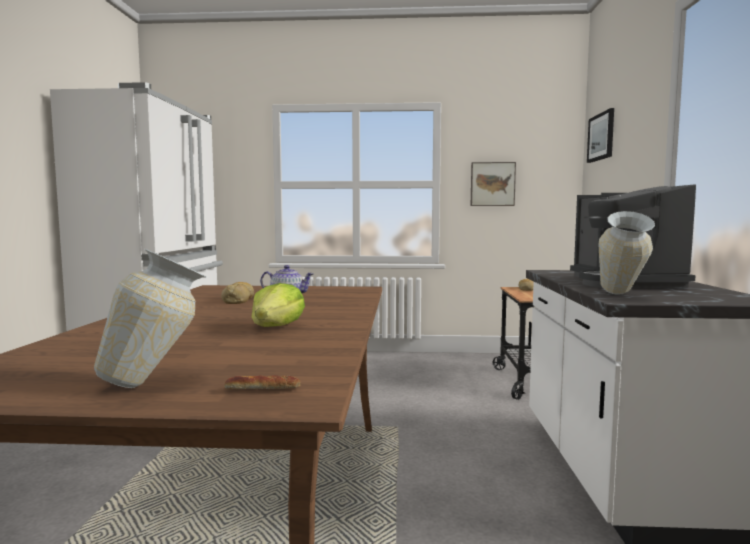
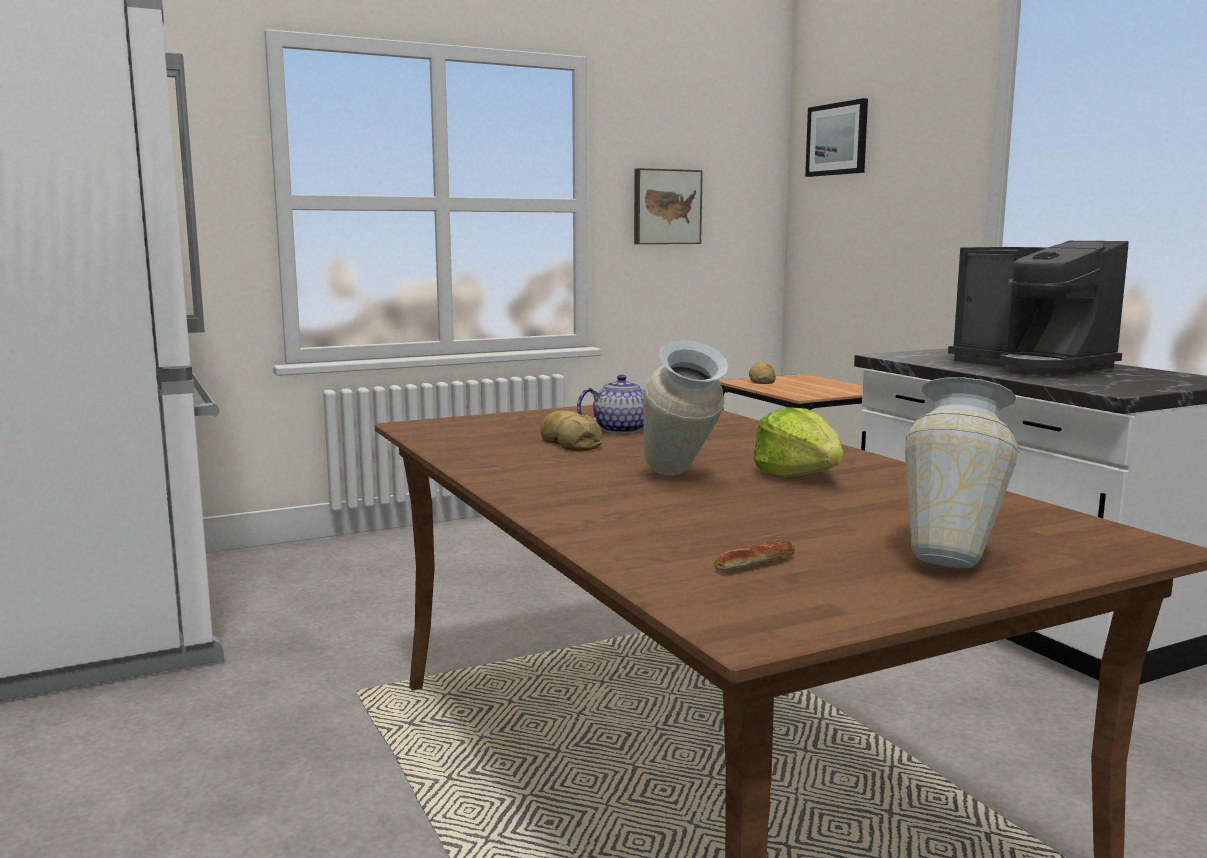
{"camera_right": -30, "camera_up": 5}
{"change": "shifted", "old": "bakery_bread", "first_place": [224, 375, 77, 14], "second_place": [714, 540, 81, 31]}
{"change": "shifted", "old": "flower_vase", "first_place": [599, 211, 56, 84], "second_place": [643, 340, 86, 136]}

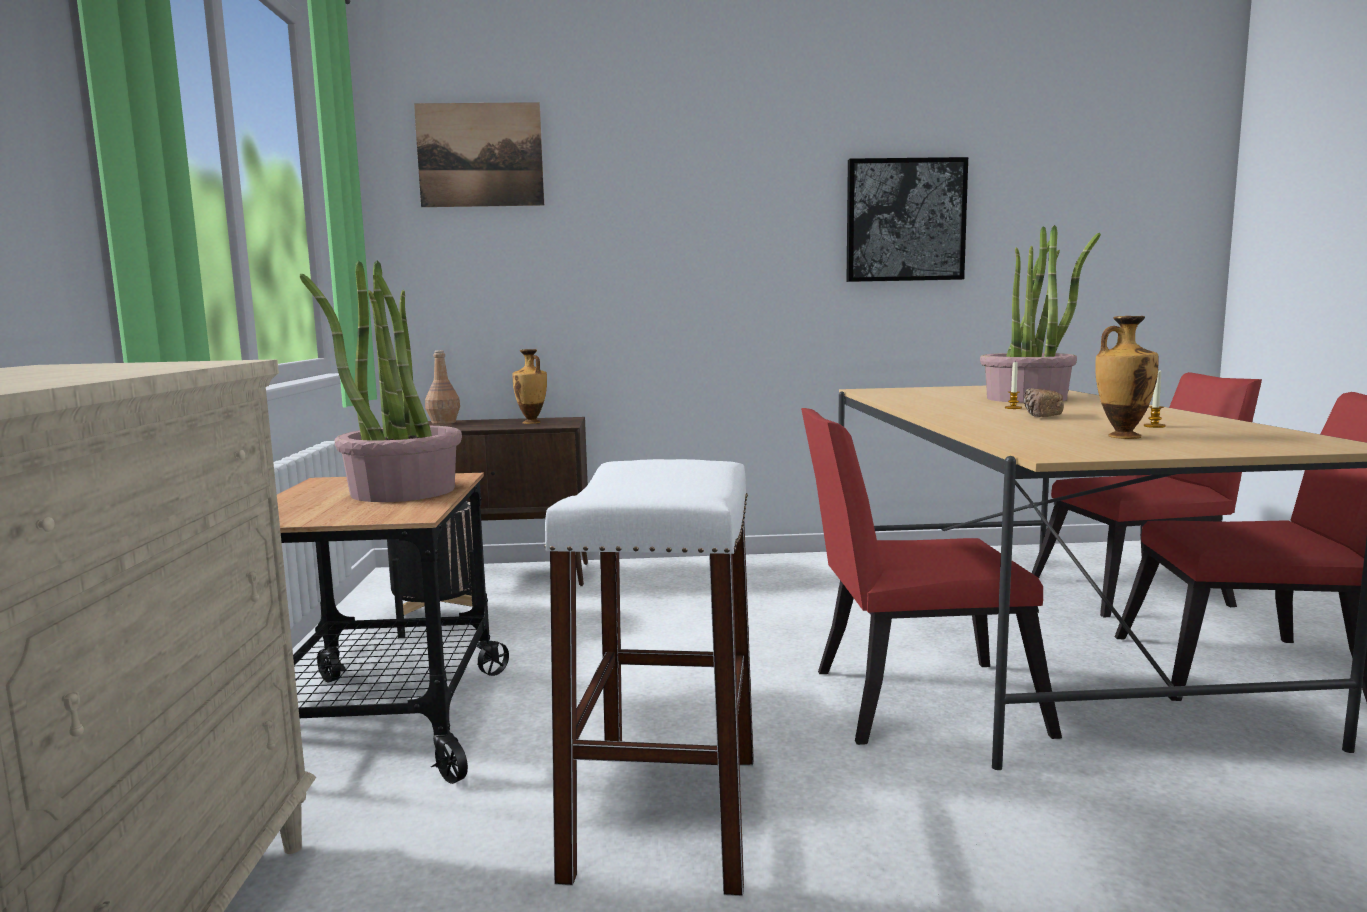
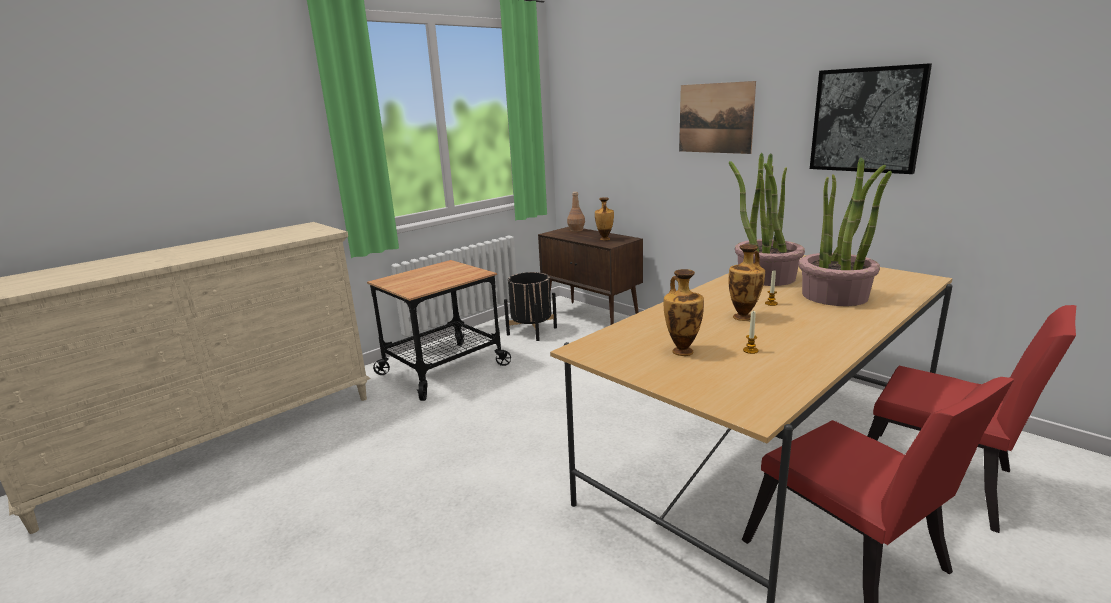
{"camera_right": 50, "camera_up": 10}
{"change": "gone", "old": "whitish_sitting_stool", "first_place": [544, 459, 210, 437]}
{"change": "gone", "old": "red-coloured_upright_chair", "first_place": [801, 408, 261, 337]}
{"change": "shifted", "old": "plant_in_a_pot", "first_place": [300, 261, 162, 241], "second_place": [729, 153, 76, 133]}
{"change": "shifted", "old": "wall_picture", "first_place": [414, 102, 130, 105], "second_place": [679, 81, 77, 73]}
{"change": "swapped", "old": "bakery_bread", "new": "flower_vase", "first_place": [1023, 388, 41, 29], "second_place": [728, 244, 37, 77]}

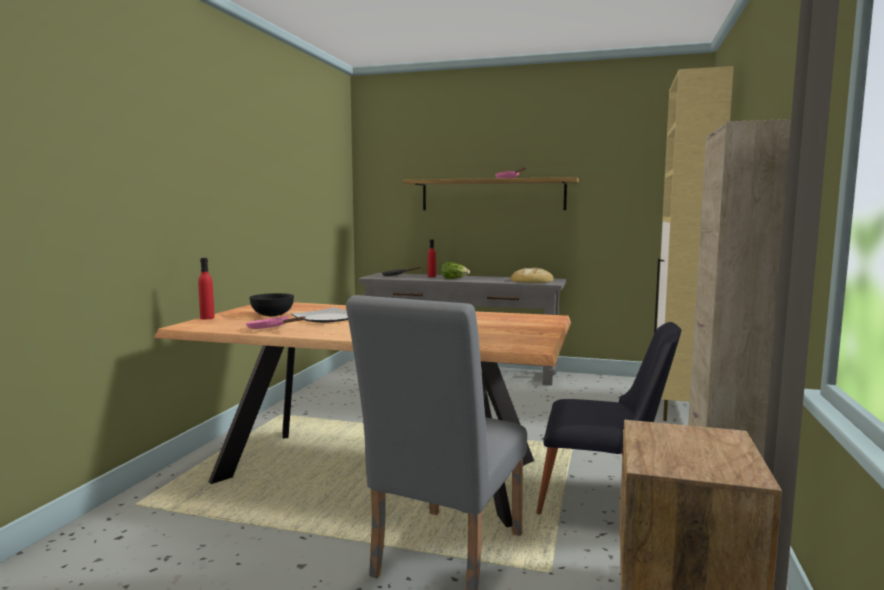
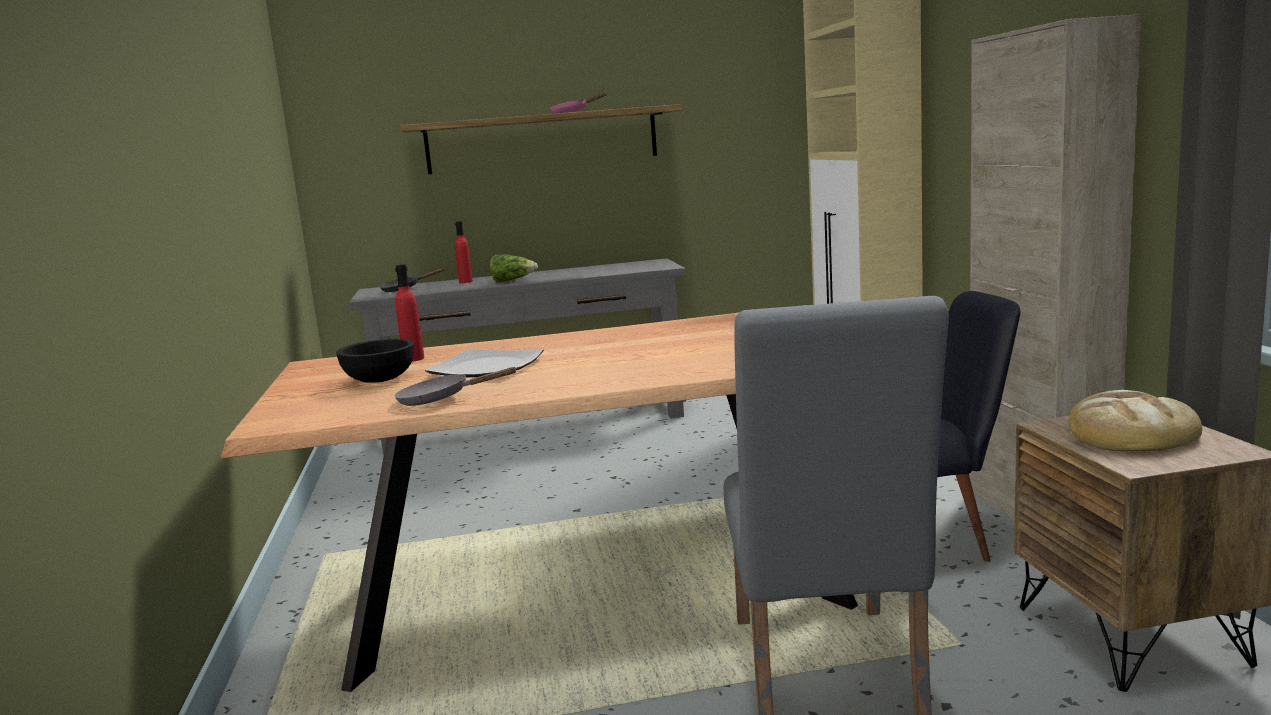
{"camera_right": -25, "camera_up": 5}
{"change": "shifted", "old": "red-coloured_bottle", "first_place": [198, 258, 17, 61], "second_place": [395, 264, 29, 98]}
{"change": "shifted", "old": "bakery_bread", "first_place": [511, 268, 43, 15], "second_place": [1069, 390, 133, 61]}
{"change": "repainted", "old": "pinkish_pan", "new": "grey_pan", "first_place": [246, 316, 60, 13], "second_place": [395, 367, 122, 39]}

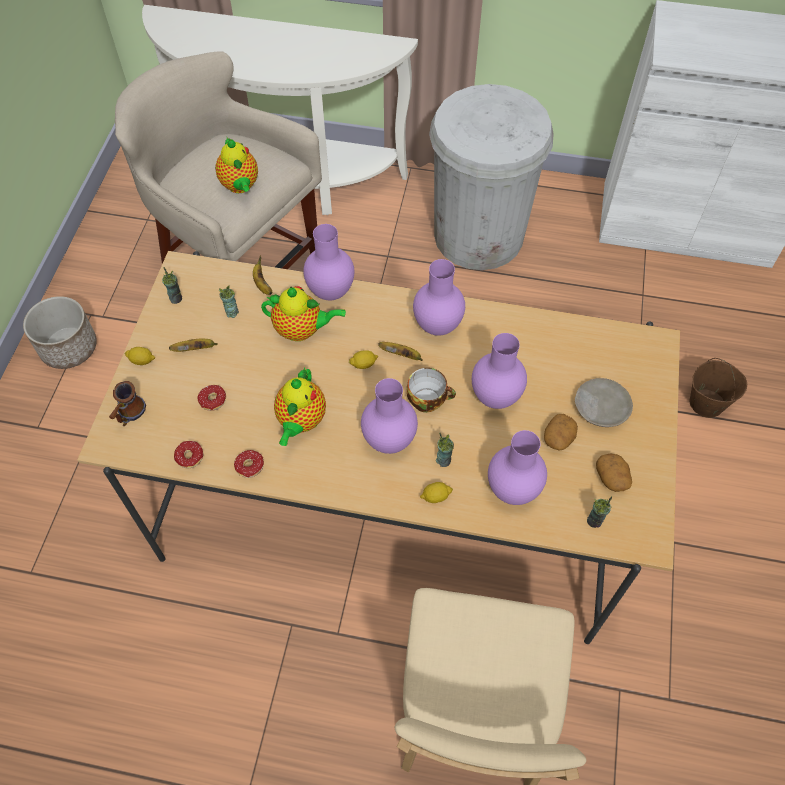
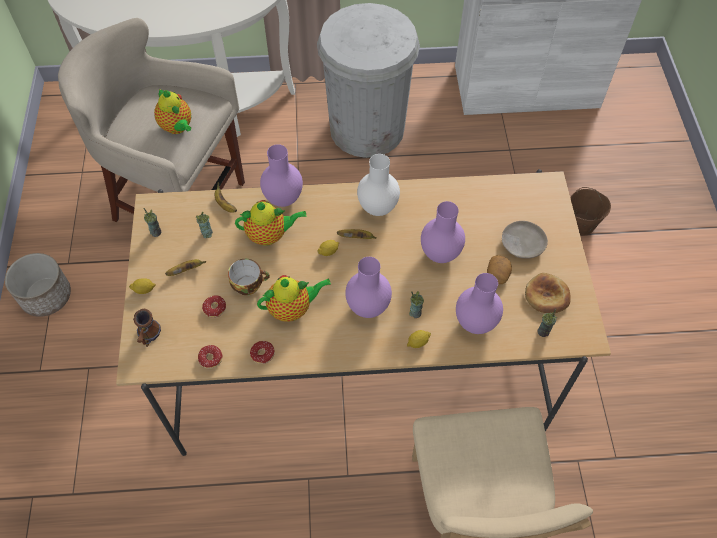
{"camera_right": -15, "camera_up": 0}
{"change": "shifted", "old": "cup", "first_place": [407, 368, 49, 45], "second_place": [228, 259, 42, 37]}
{"change": "swapped", "old": "whole_potato", "new": "bakery_bread", "first_place": [596, 453, 36, 39], "second_place": [525, 273, 45, 40]}
{"change": "repainted", "old": "purple_flower_vase", "new": "whitish_flower_vase", "first_place": [413, 259, 52, 77], "second_place": [357, 154, 43, 62]}
{"change": "rotated", "old": "pot_for_tea", "first_place": [274, 368, 52, 78], "second_place": [257, 275, 74, 47], "degrees": -105}

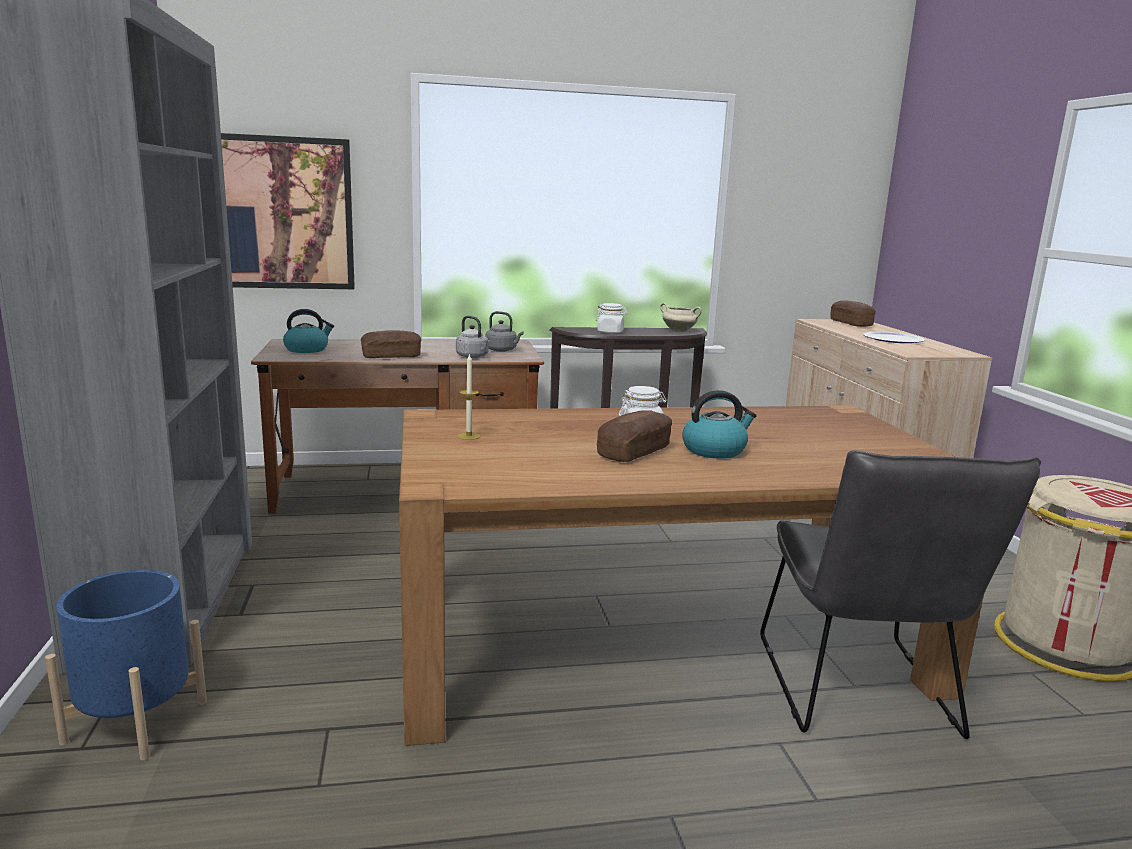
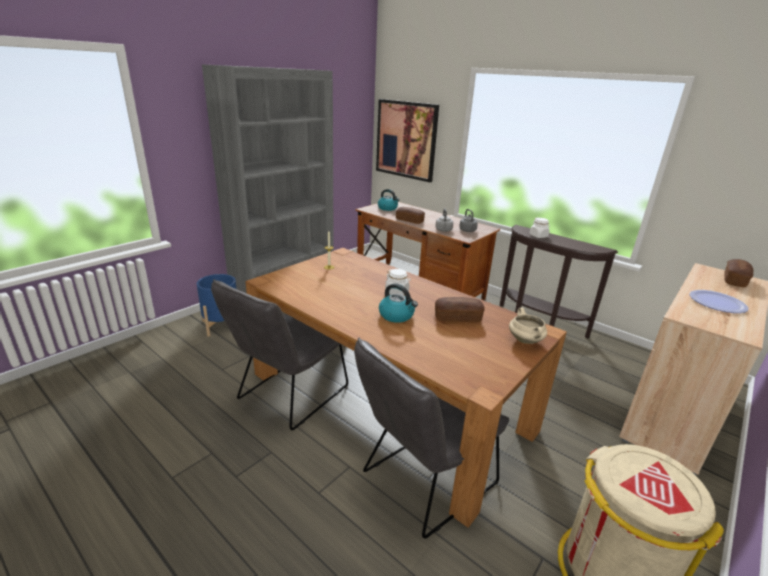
{"camera_right": 50, "camera_up": 10}
{"change": "new", "new": "grey_upright_chair", "second_place": [211, 279, 137, 151]}
{"change": "shifted", "old": "bakery_bread", "first_place": [597, 410, 75, 52], "second_place": [435, 297, 50, 26]}
{"change": "shifted", "old": "beige_cooking_pot", "first_place": [660, 302, 42, 30], "second_place": [509, 308, 38, 36]}

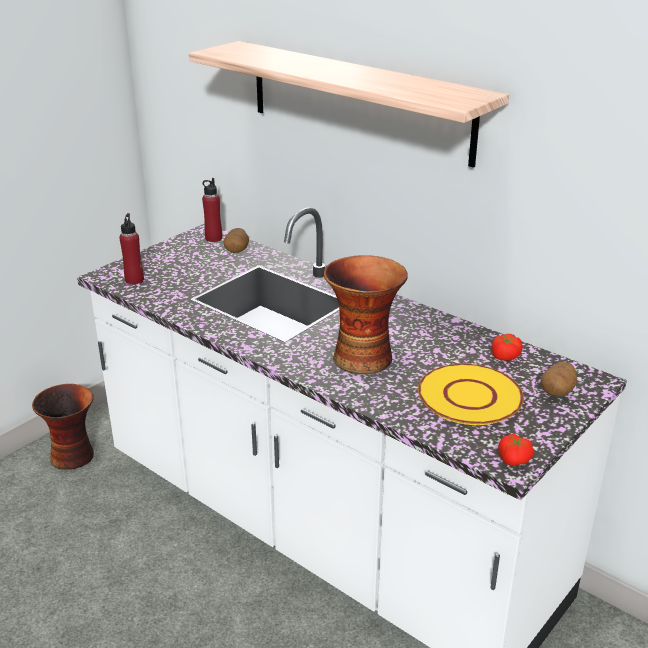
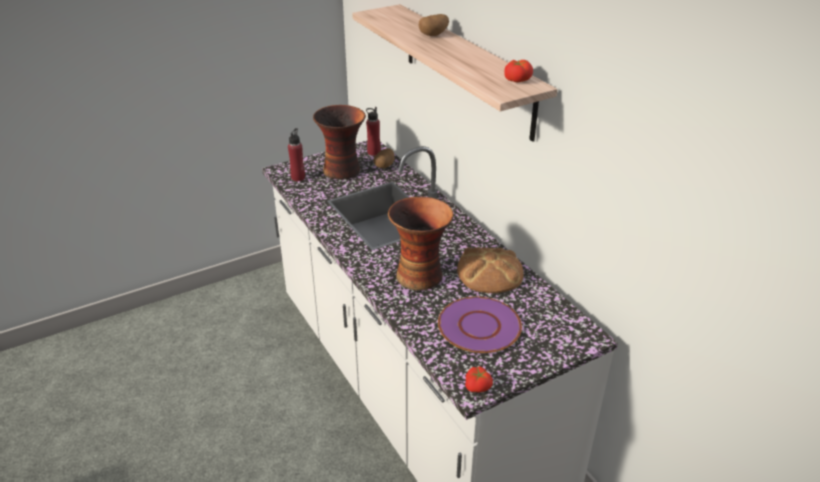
{"camera_right": 20, "camera_up": 5}
{"change": "new", "new": "bakery_bread", "second_place": [457, 247, 66, 46]}
{"change": "shifted", "old": "flower_vase", "first_place": [32, 384, 62, 86], "second_place": [313, 105, 53, 75]}
{"change": "shifted", "old": "whole_tomato", "first_place": [492, 334, 31, 27], "second_place": [504, 60, 29, 22]}
{"change": "shifted", "old": "whole_potato", "first_place": [541, 361, 36, 35], "second_place": [419, 14, 30, 22]}
{"change": "repainted", "old": "yellow-coloured_plate", "new": "purple_plate", "first_place": [418, 364, 106, 61], "second_place": [438, 297, 84, 56]}

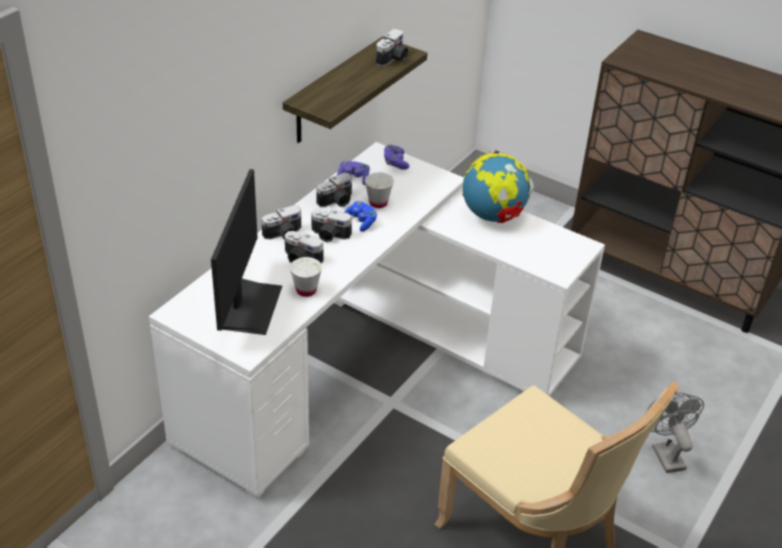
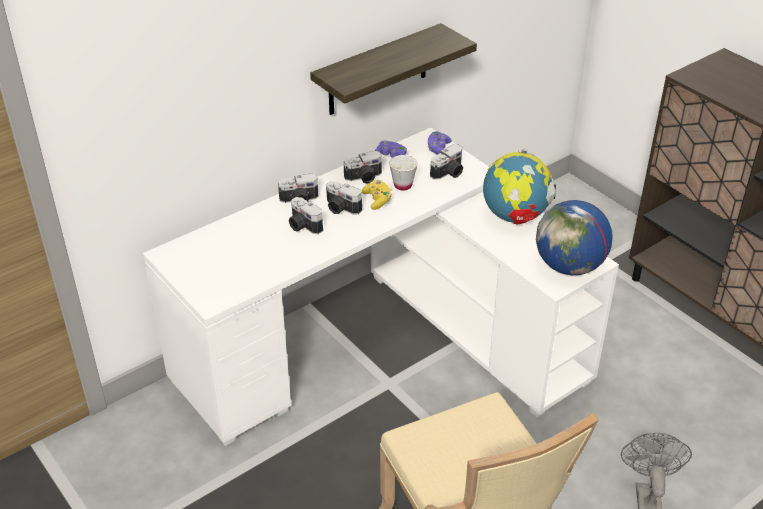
{"camera_right": 20, "camera_up": 0}
{"change": "gone", "old": "computer_screen", "first_place": [211, 169, 71, 166]}
{"change": "gone", "old": "whitish_cup", "first_place": [290, 257, 32, 40]}
{"change": "new", "new": "desk_globe", "second_place": [536, 200, 77, 75]}
{"change": "shifted", "old": "photo_camera", "first_place": [376, 29, 32, 38], "second_place": [430, 144, 33, 36]}
{"change": "repainted", "old": "bluish_gamepad", "new": "yellow-coloured_gamepad", "first_place": [344, 201, 33, 31], "second_place": [362, 180, 30, 30]}

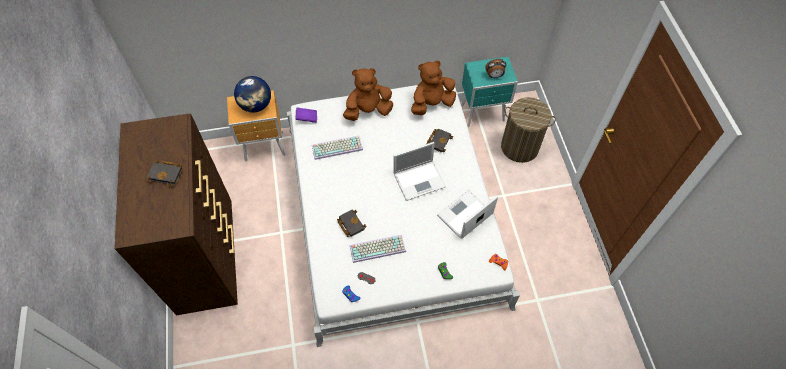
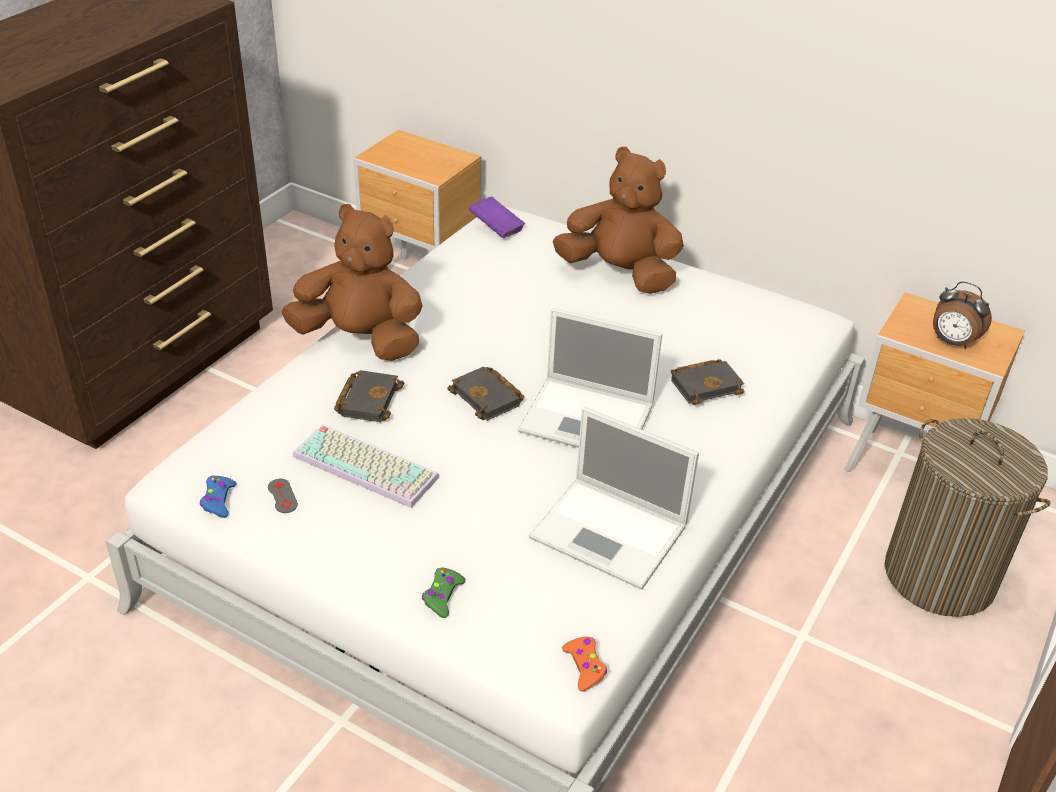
{"camera_right": 40, "camera_up": -20}
{"change": "gone", "old": "desk_globe", "first_place": [234, 76, 37, 37]}
{"change": "gone", "old": "PC_keyboard", "first_place": [312, 136, 51, 24]}
{"change": "shifted", "old": "black_bound_book", "first_place": [146, 160, 36, 27], "second_place": [447, 367, 77, 54]}
{"change": "shifted", "old": "brown-coloured_cuddly_toy", "first_place": [411, 60, 45, 55], "second_place": [281, 204, 142, 157]}
{"change": "repainted", "old": "turquoise-coloured_bedside_table", "new": "brown-coloured_bedside_table", "first_place": [461, 57, 57, 70], "second_place": [845, 292, 180, 180]}
{"change": "rotated", "old": "portable_computer", "first_place": [437, 190, 61, 49], "second_place": [529, 407, 170, 183], "degrees": -150}

